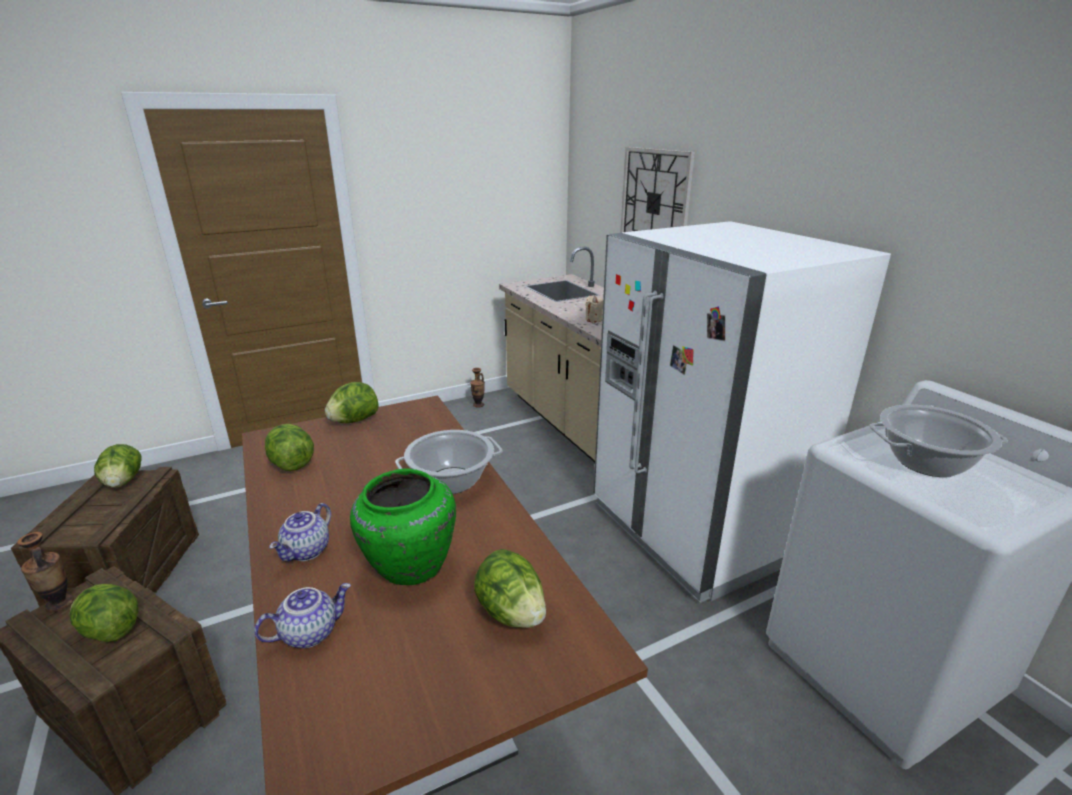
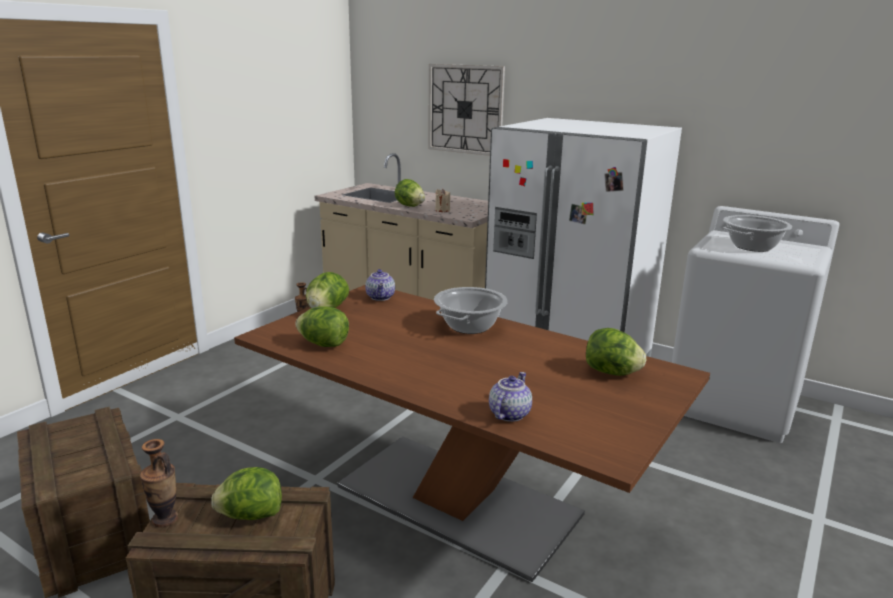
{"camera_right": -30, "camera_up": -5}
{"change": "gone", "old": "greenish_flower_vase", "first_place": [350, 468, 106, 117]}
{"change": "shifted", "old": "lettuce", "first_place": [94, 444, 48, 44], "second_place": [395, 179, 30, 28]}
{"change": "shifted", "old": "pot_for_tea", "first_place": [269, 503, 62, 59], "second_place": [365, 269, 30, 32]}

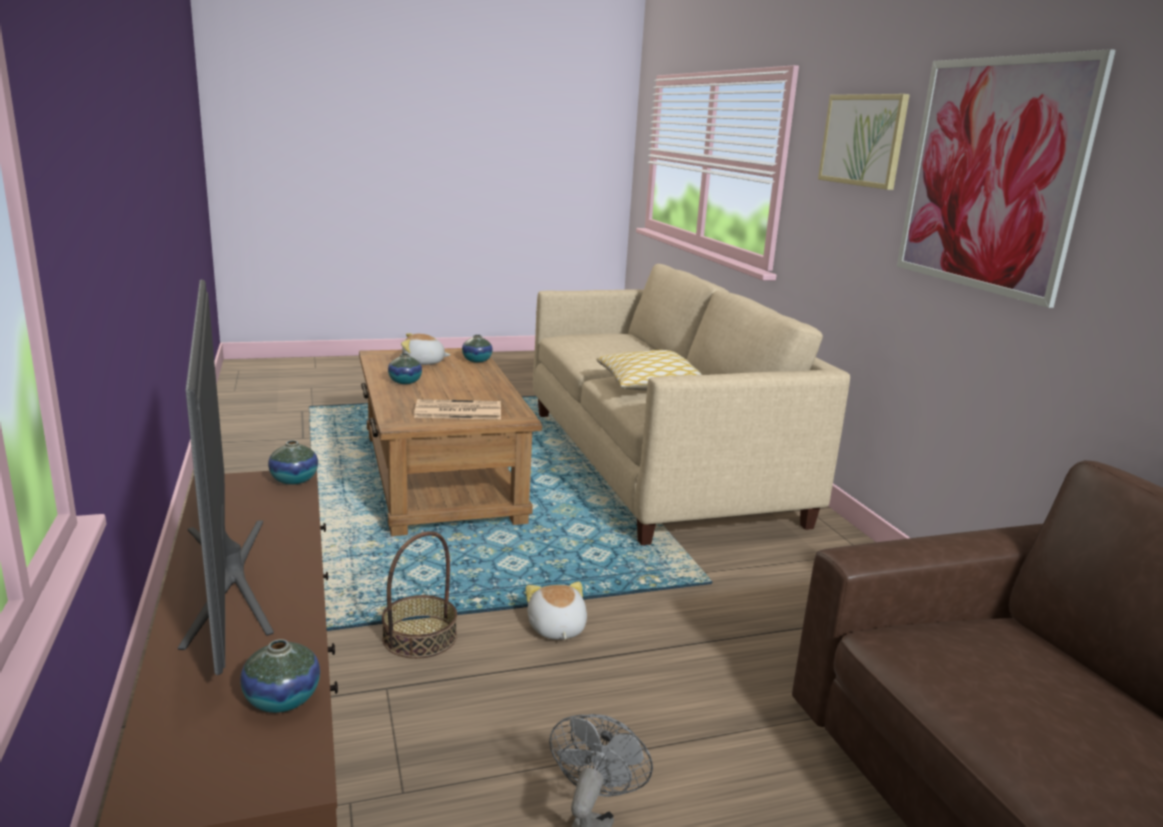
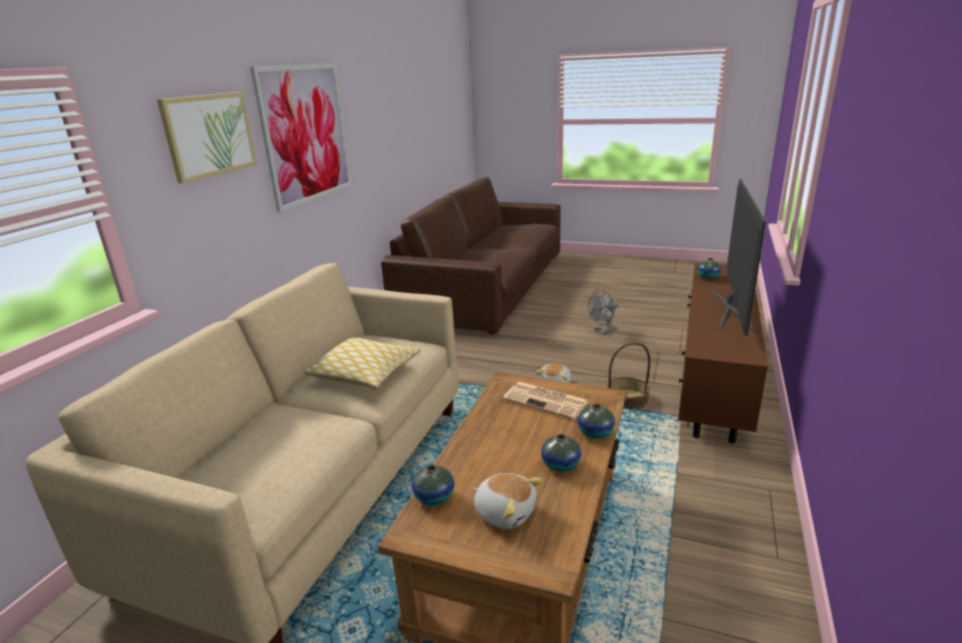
{"camera_right": -140, "camera_up": 5}
{"change": "shifted", "old": "flower_vase", "first_place": [268, 440, 50, 45], "second_place": [578, 404, 37, 35]}

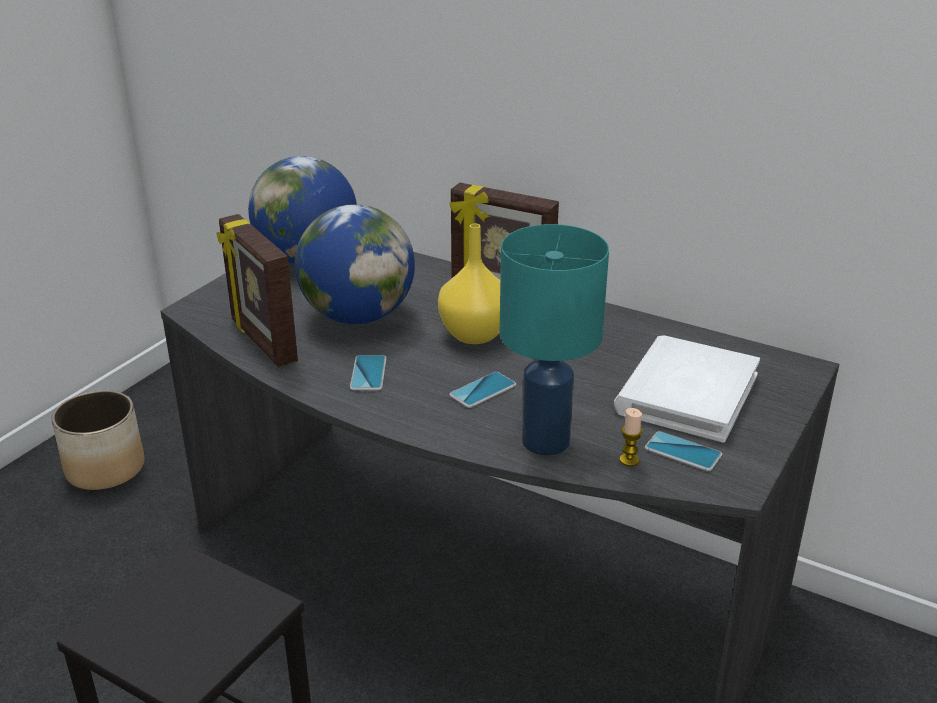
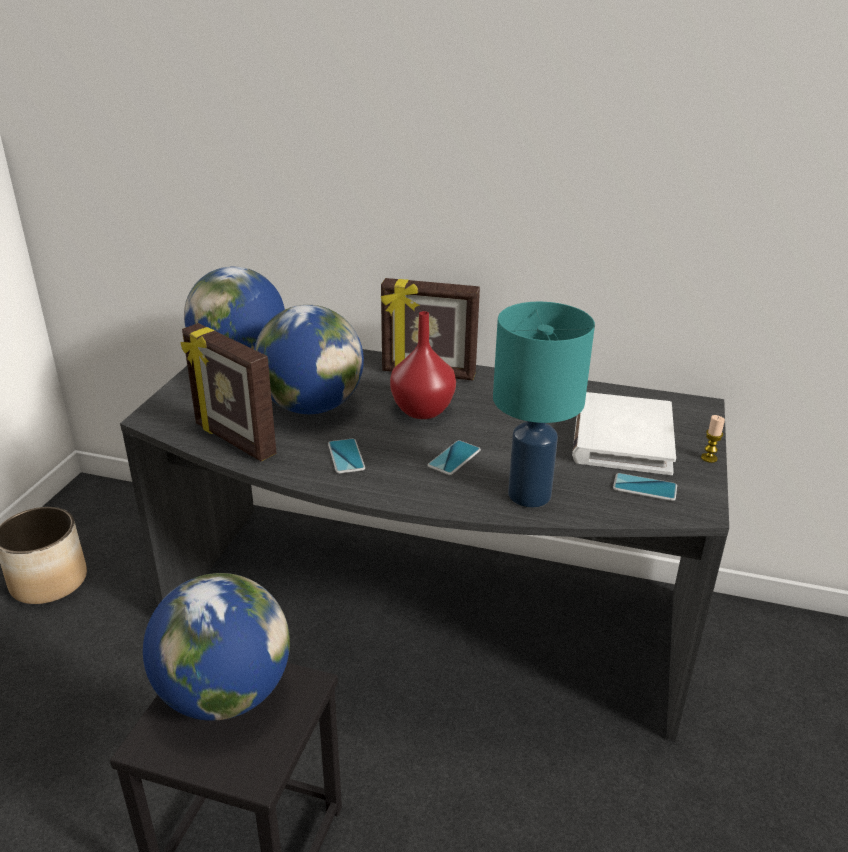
{"camera_right": -15, "camera_up": 0}
{"change": "new", "new": "desk_globe", "second_place": [143, 573, 147, 148]}
{"change": "shifted", "old": "wax_light", "first_place": [619, 408, 23, 58], "second_place": [701, 415, 24, 48]}
{"change": "repainted", "old": "yellow-coloured_flower_vase", "new": "red-coloured_flower_vase", "first_place": [438, 224, 62, 120], "second_place": [390, 311, 66, 108]}

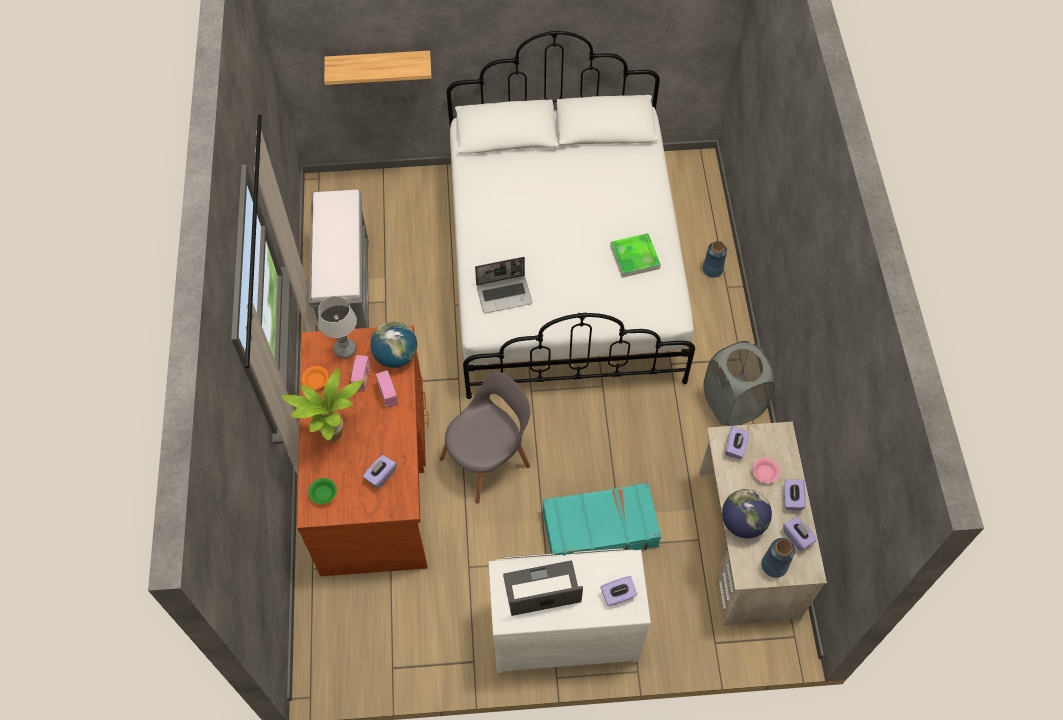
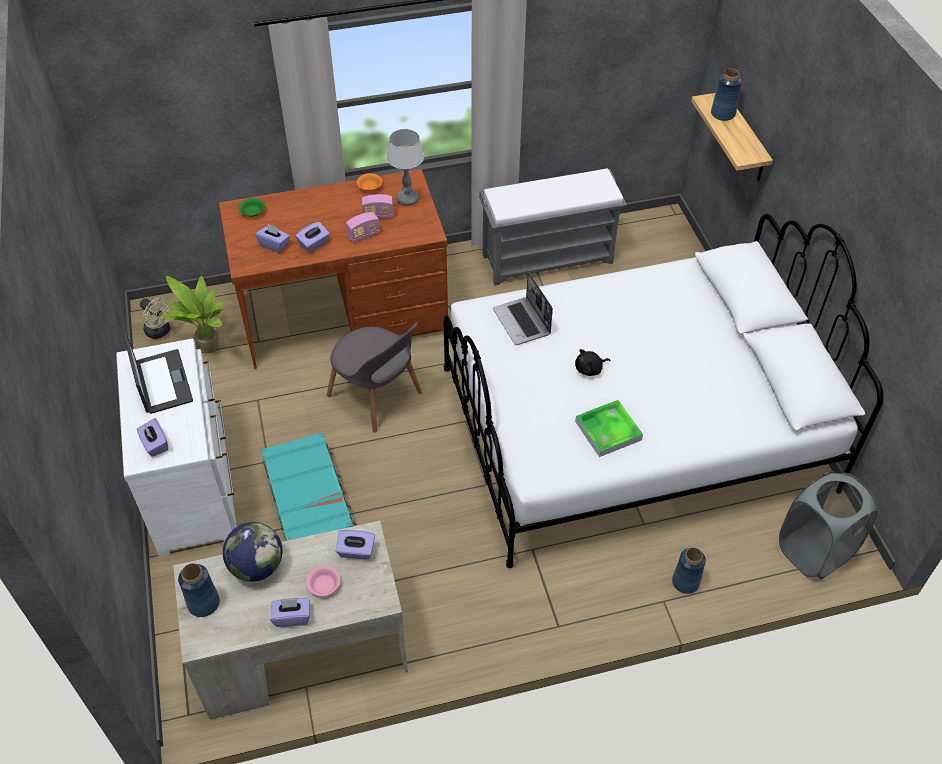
{"camera_right": 80, "camera_up": -10}
{"change": "gone", "old": "desk_globe", "first_place": [370, 321, 47, 47]}
{"change": "new", "new": "beige_fan", "second_place": [140, 297, 33, 42]}
{"change": "new", "new": "black_cuddly_toy", "second_place": [575, 349, 35, 27]}
{"change": "new", "new": "bluish_flower_vase", "second_place": [711, 69, 31, 52]}
{"change": "shifted", "old": "plant_in_a_pot", "first_place": [282, 368, 81, 74], "second_place": [160, 276, 65, 77]}
{"change": "shifted", "old": "grey_hamper", "first_place": [703, 341, 72, 85], "second_place": [779, 471, 99, 108]}
{"change": "shifted", "old": "purple_tissue_holder", "first_place": [783, 517, 34, 34], "second_place": [295, 222, 35, 31]}

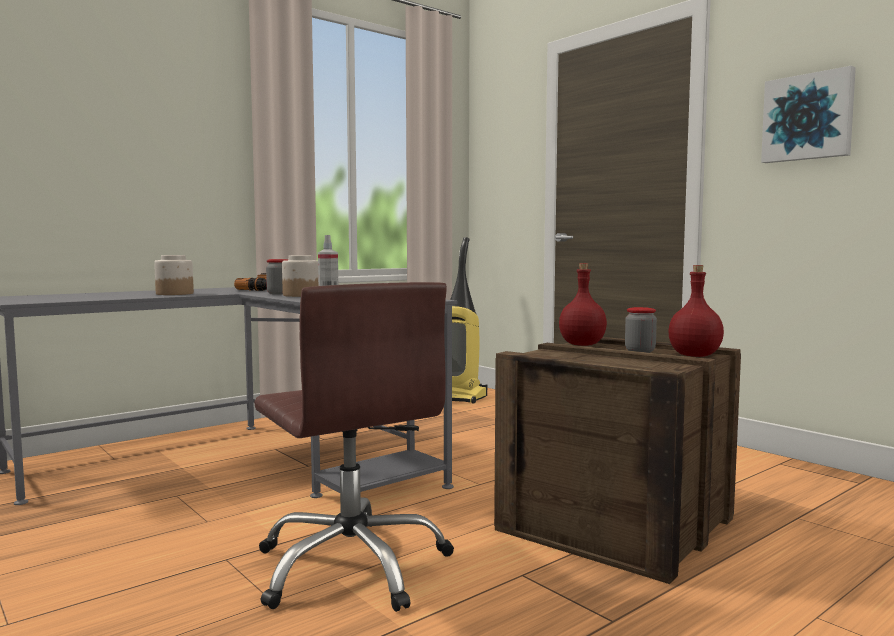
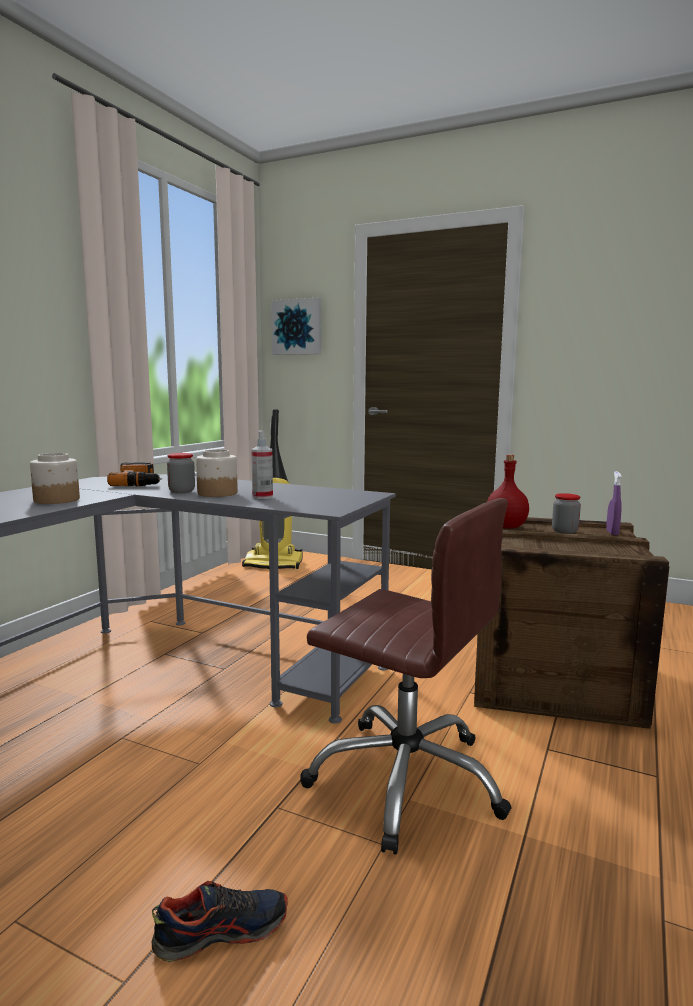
{"camera_right": -25, "camera_up": 5}
{"change": "new", "new": "shoe", "second_place": [152, 881, 136, 82]}
{"change": "shifted", "old": "wall_picture", "first_place": [761, 66, 95, 97], "second_place": [271, 298, 50, 57]}
{"change": "swapped", "old": "red-coloured_bottle", "new": "purple_sprayer", "first_place": [668, 265, 56, 92], "second_place": [606, 471, 16, 64]}

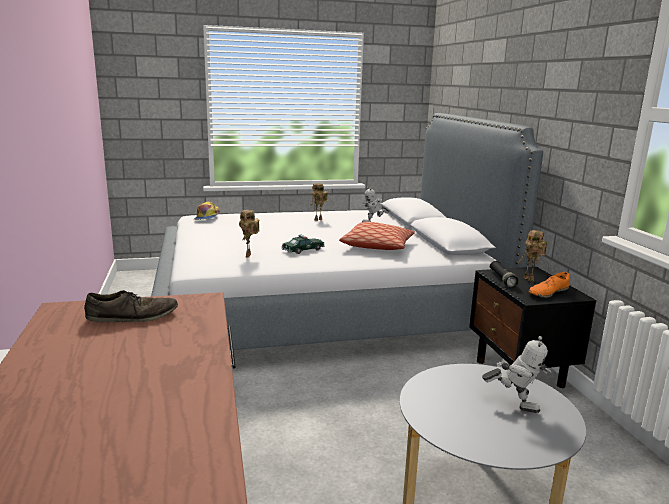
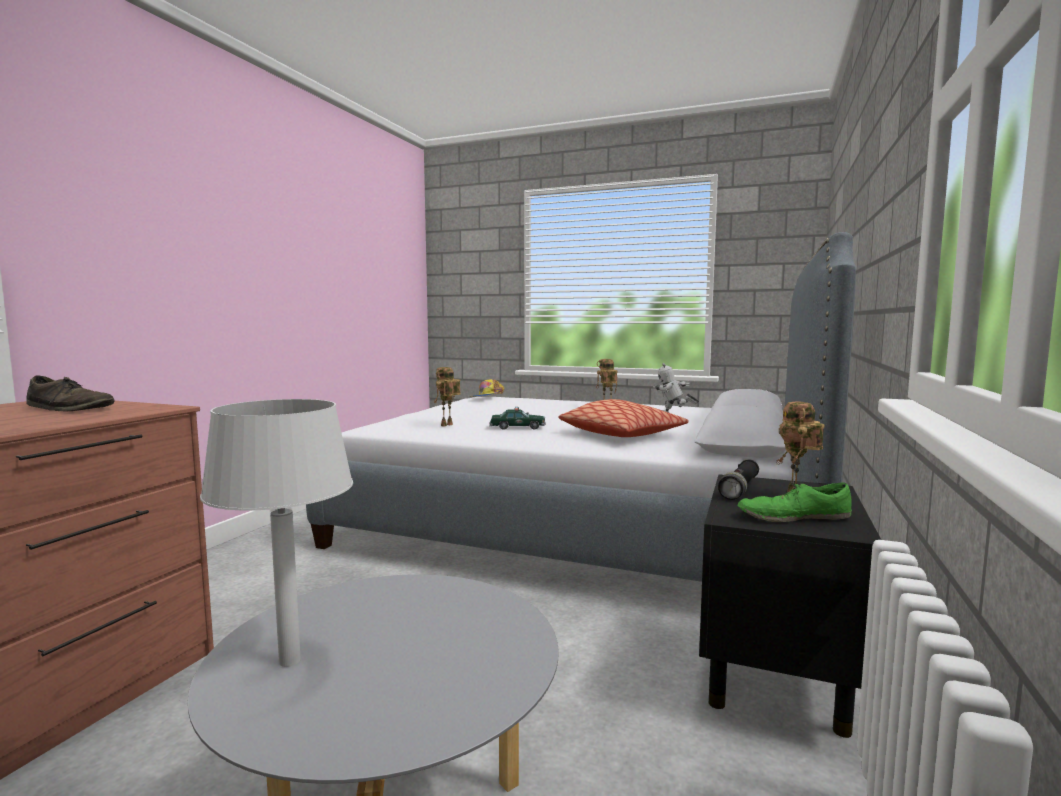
{"camera_right": 35, "camera_up": -10}
{"change": "gone", "old": "robot_figure", "first_place": [482, 336, 70, 77]}
{"change": "new", "new": "grey_lamp_for_a_table", "second_place": [200, 399, 153, 268]}
{"change": "repainted", "old": "orange-coloured_shoe", "new": "greenish_shoe", "first_place": [528, 272, 42, 26], "second_place": [737, 482, 115, 40]}

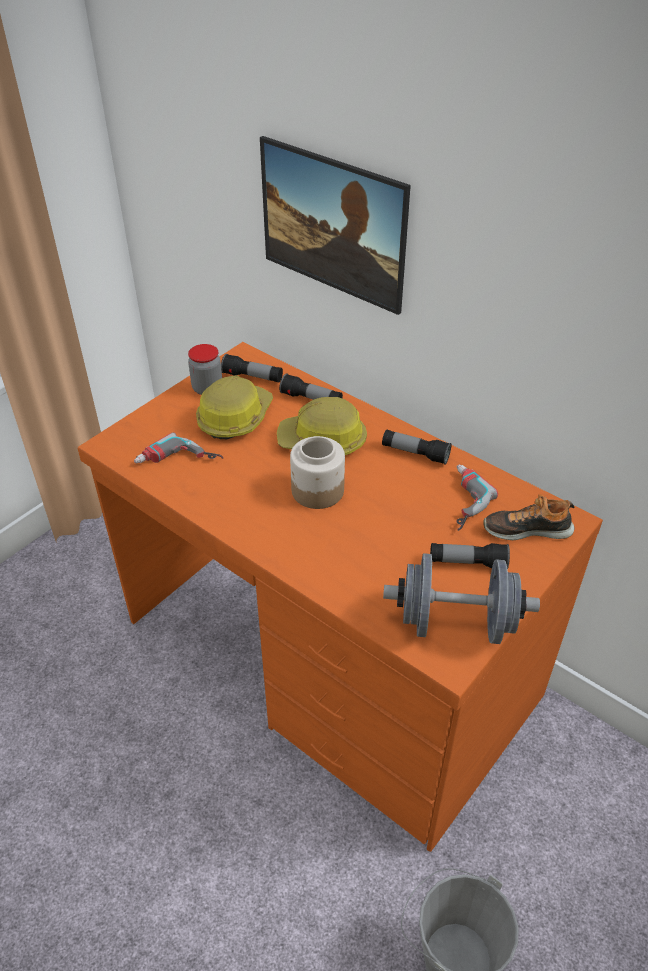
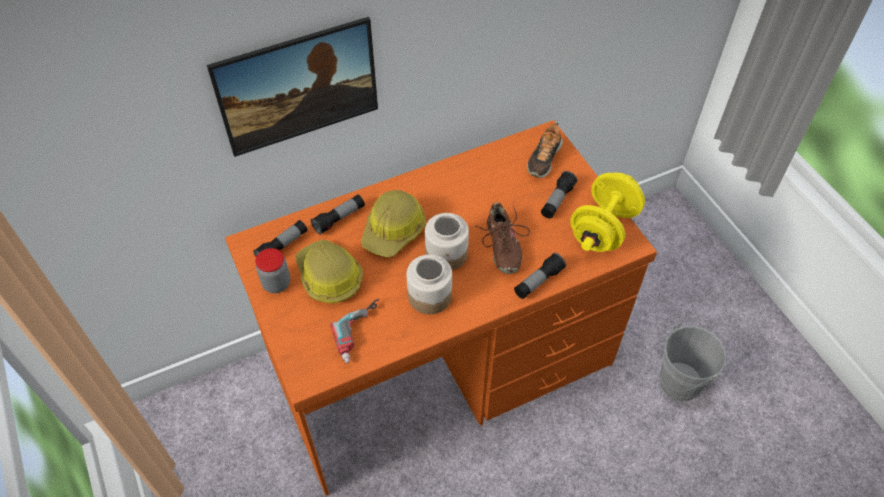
{"camera_right": -65, "camera_up": 10}
{"change": "gone", "old": "drill", "first_place": [456, 465, 42, 66]}
{"change": "new", "new": "jar", "second_place": [407, 254, 45, 60]}
{"change": "new", "new": "brown-coloured_shoe", "second_place": [475, 202, 55, 72]}
{"change": "shifted", "old": "hand_torch", "first_place": [382, 429, 70, 36], "second_place": [514, 253, 52, 46]}
{"change": "repainted", "old": "grey_dumbbell", "new": "yellow-coloured_dumbbell", "first_place": [383, 553, 157, 91], "second_place": [570, 173, 75, 79]}

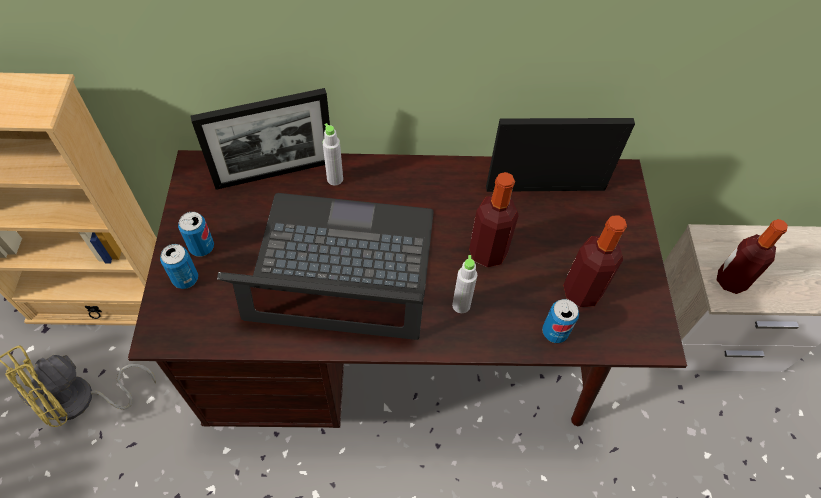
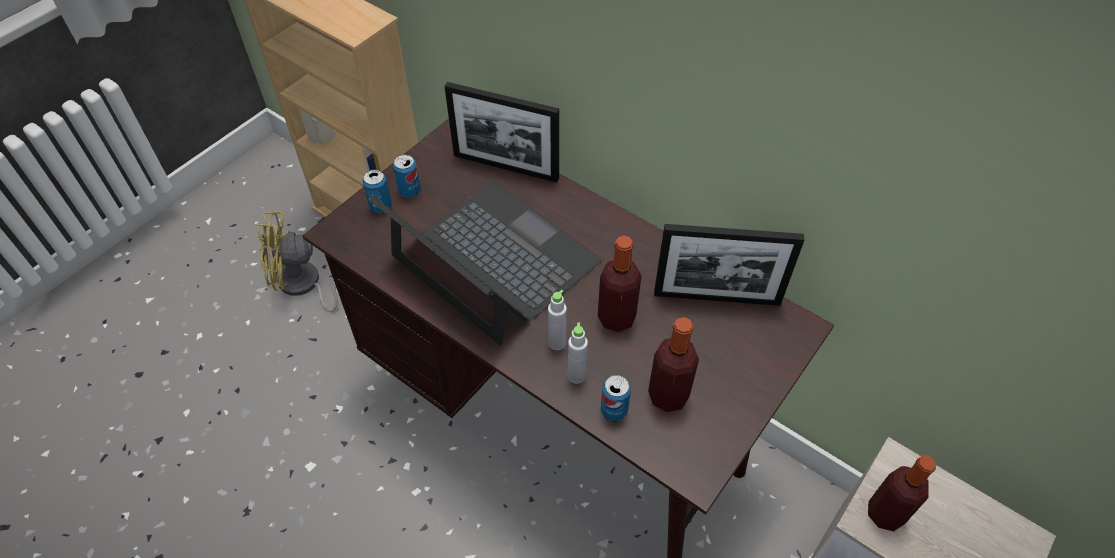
{"camera_right": 40, "camera_up": -5}
{"change": "shifted", "old": "grey_bottle", "first_place": [322, 123, 21, 63], "second_place": [568, 323, 20, 61]}
{"change": "rotated", "old": "photo_frame", "first_place": [486, 118, 149, 74], "second_place": [654, 224, 151, 82], "degrees": 150}

